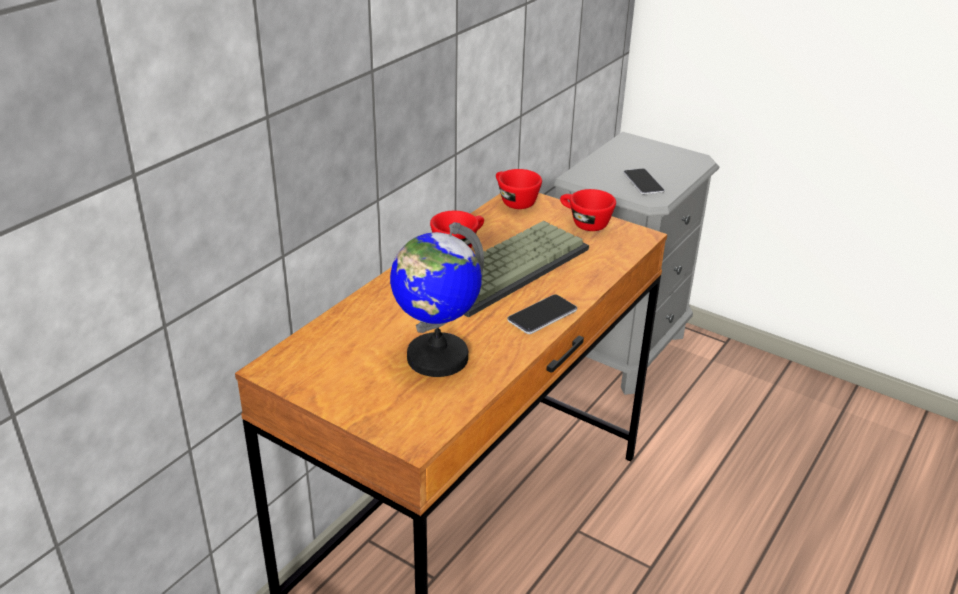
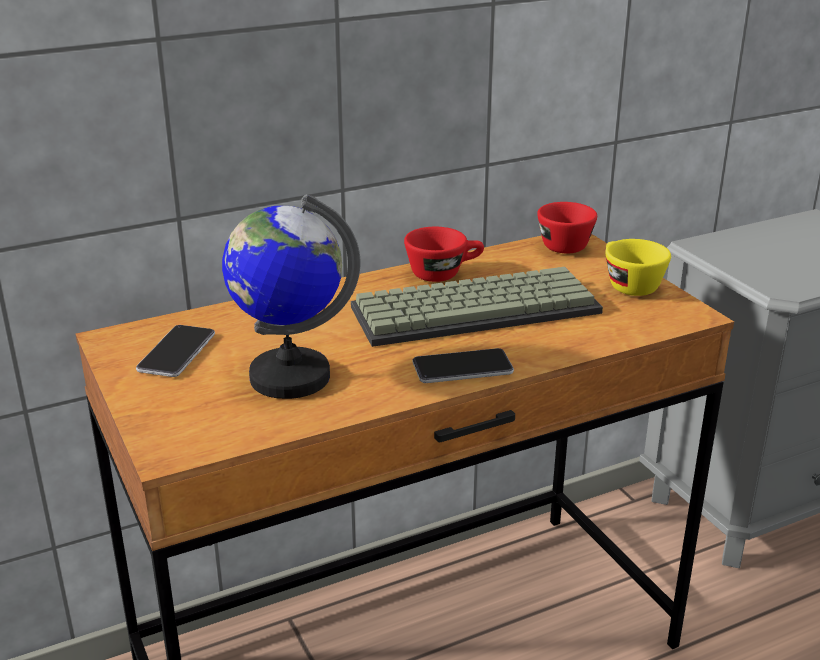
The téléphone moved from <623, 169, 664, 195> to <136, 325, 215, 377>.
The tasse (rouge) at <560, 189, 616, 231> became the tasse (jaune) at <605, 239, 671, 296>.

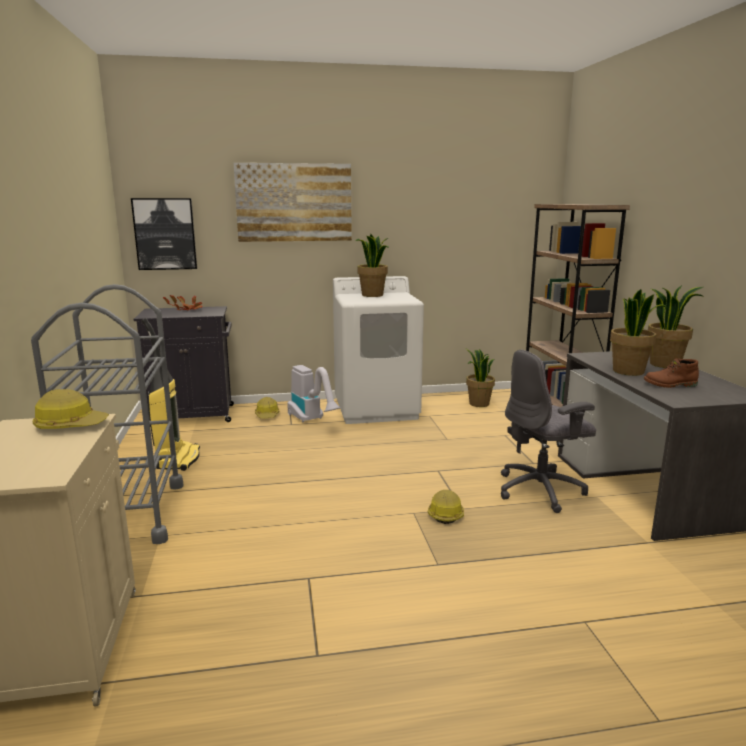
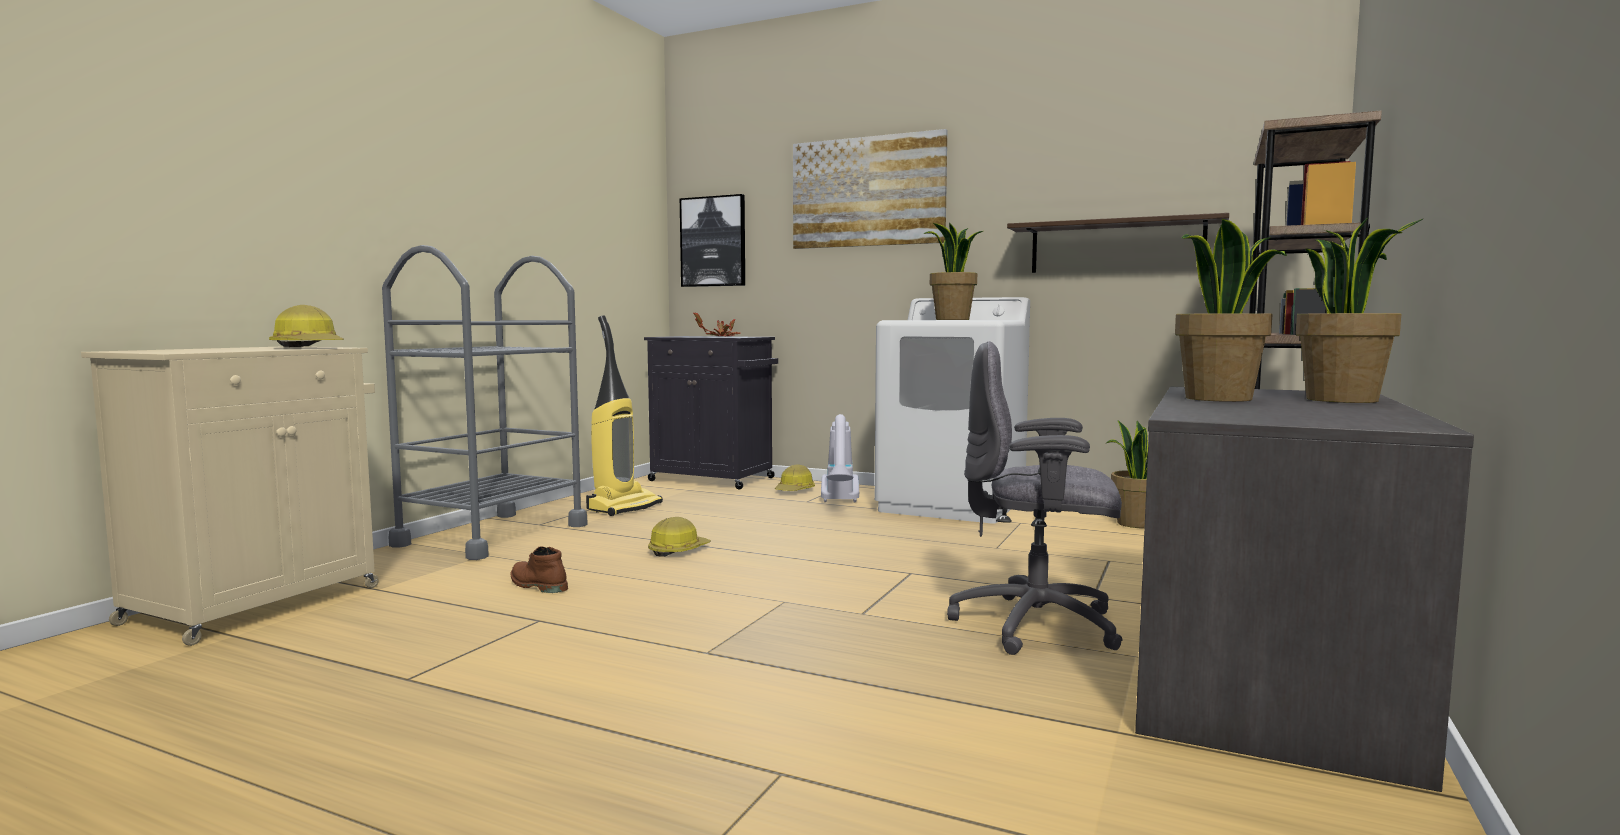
The botte (marron) moved from <644, 358, 699, 388> to <511, 546, 568, 593>.
The casque de chantier moved from <428, 490, 464, 524> to <648, 517, 711, 557>.
The étagère at <1007, 213, 1229, 273> appeared.

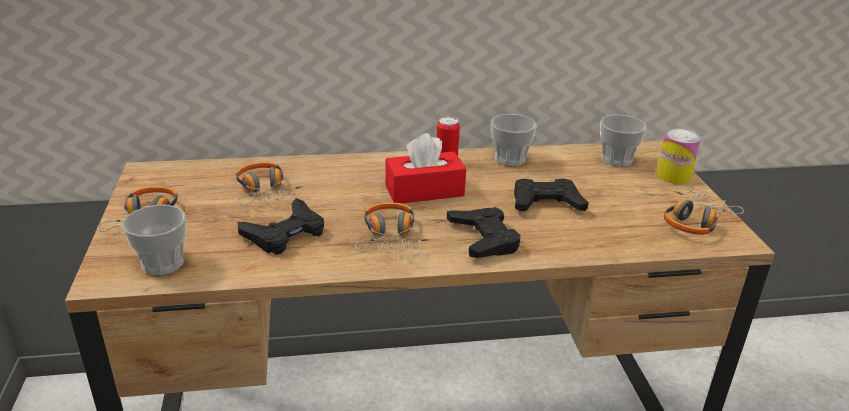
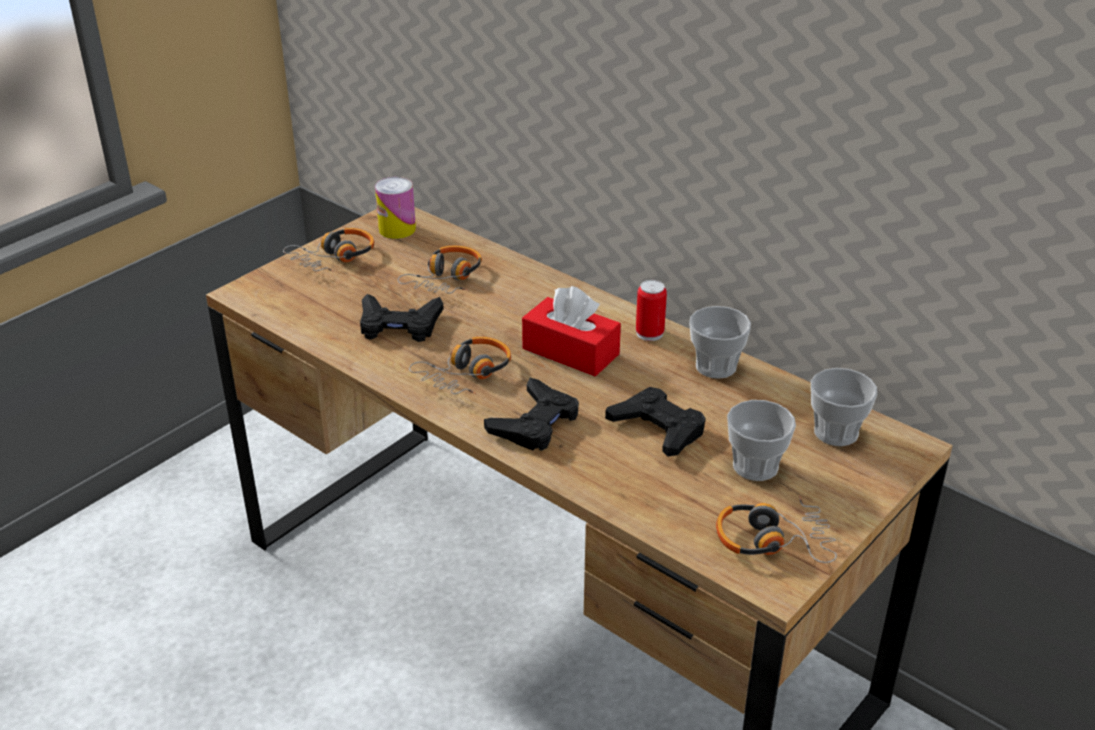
The boîte métallique moved from <656, 128, 701, 184> to <375, 177, 416, 239>.
The tasse moved from <122, 205, 186, 275> to <727, 400, 796, 481>.

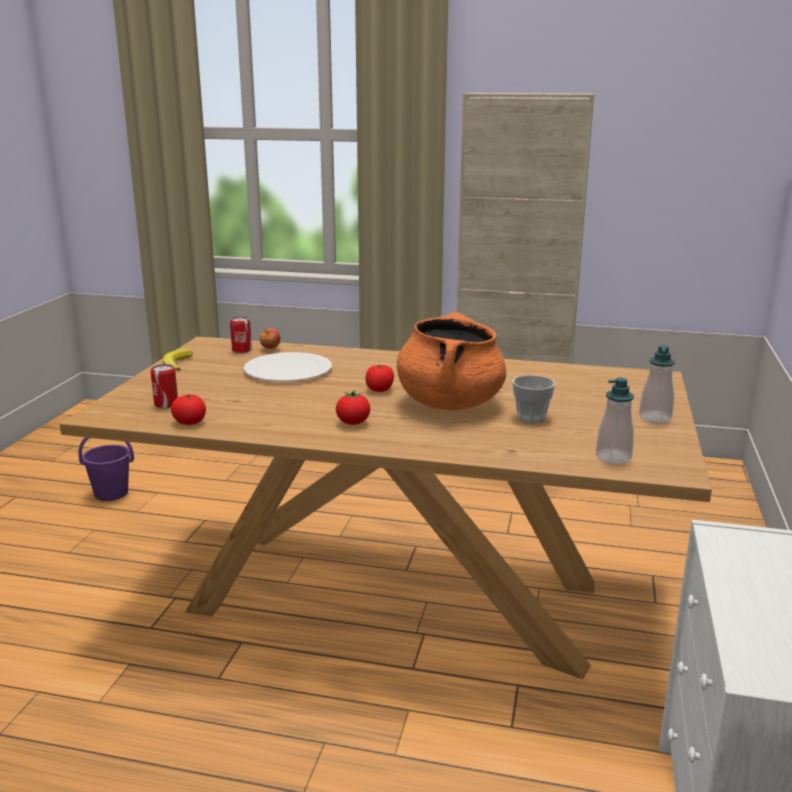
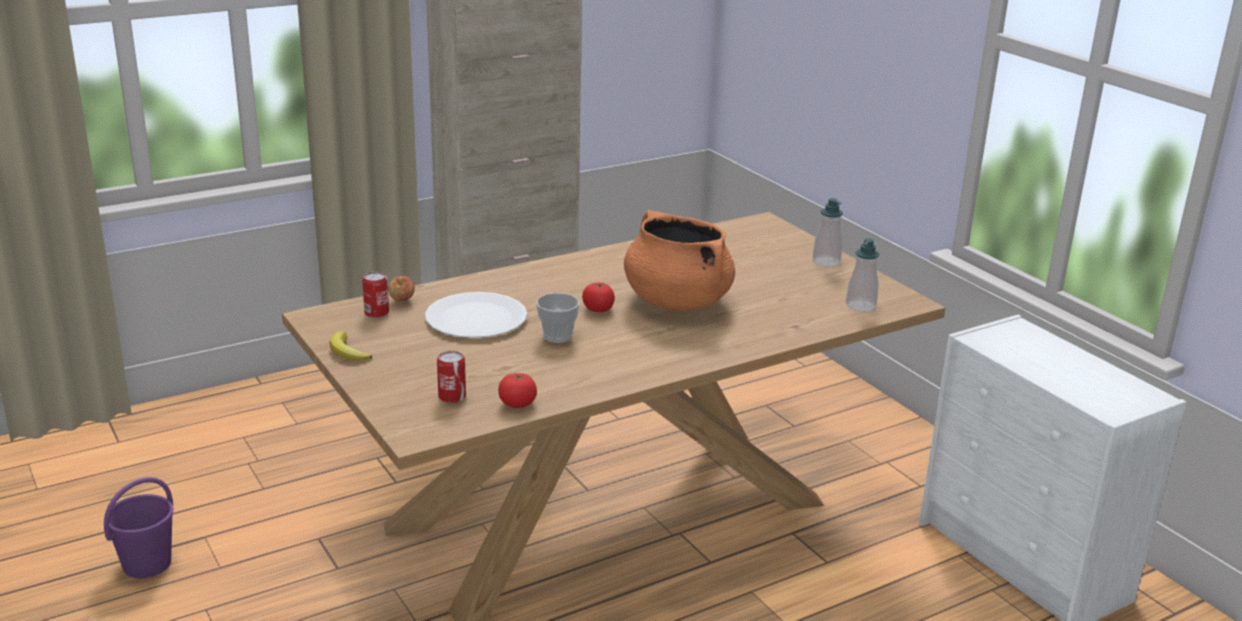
The tasse moved from <512, 375, 555, 422> to <536, 293, 579, 343>.
The tomate at <336, 390, 370, 425> disappeared.

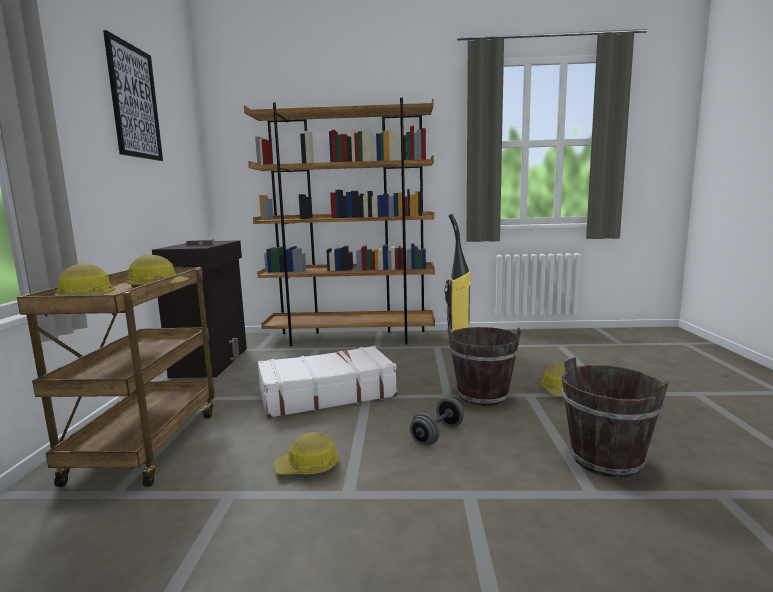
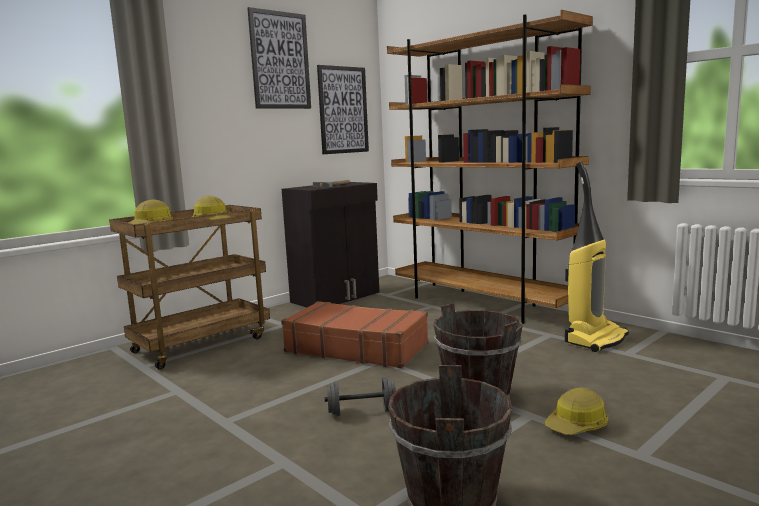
The valise (blanc) at <258, 346, 397, 418> became the valise (marron) at <281, 301, 428, 368>.
The tableau at <317, 65, 369, 154> appeared.
The casque de chantier at <274, 432, 339, 475> disappeared.

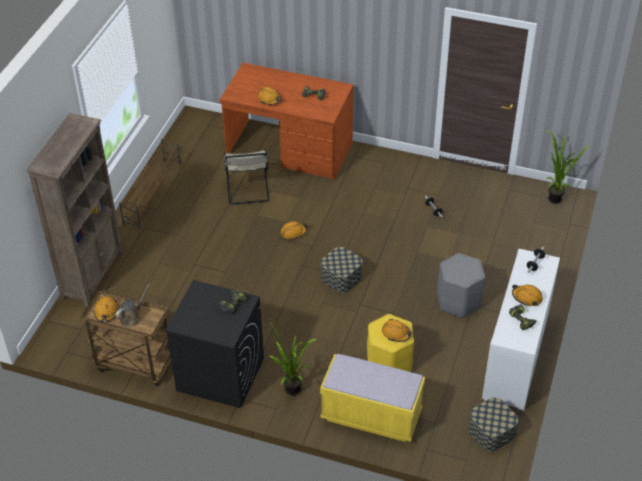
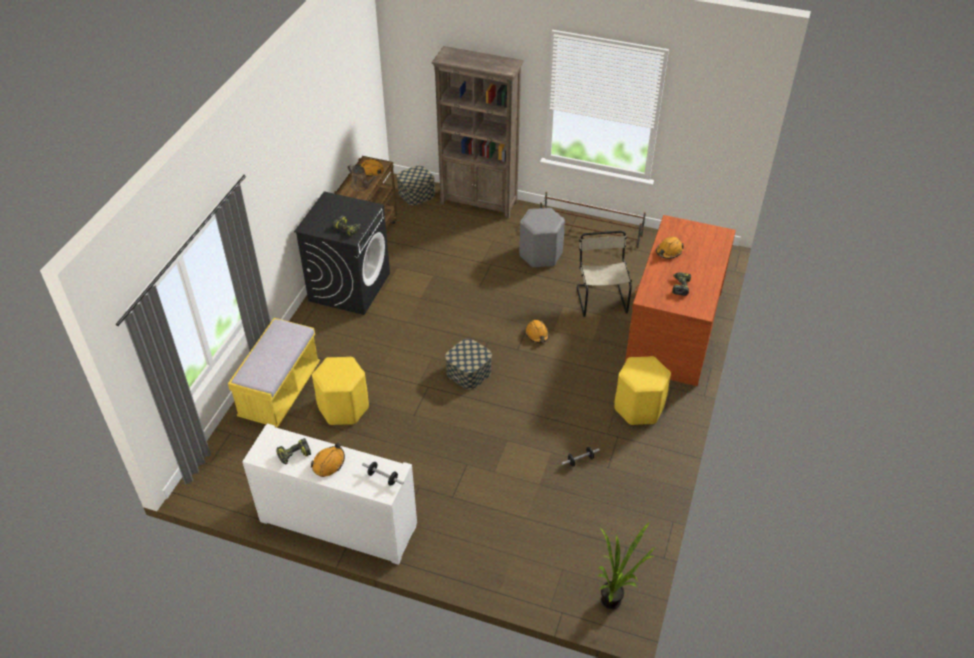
The boîte de rangement moved from <468, 398, 518, 452> to <397, 166, 435, 205>.
The tabouret (gris) moved from <437, 253, 485, 318> to <519, 208, 565, 268>.
The chaise (beige) at <224, 149, 270, 205> turned 90 degrees clockwise.
The tabouret (jaune) at <614, 356, 671, 425> appeared.
The plante en pot at <269, 322, 317, 396> disappeared.
The casque de chantier (orange) at <382, 319, 412, 342> disappeared.

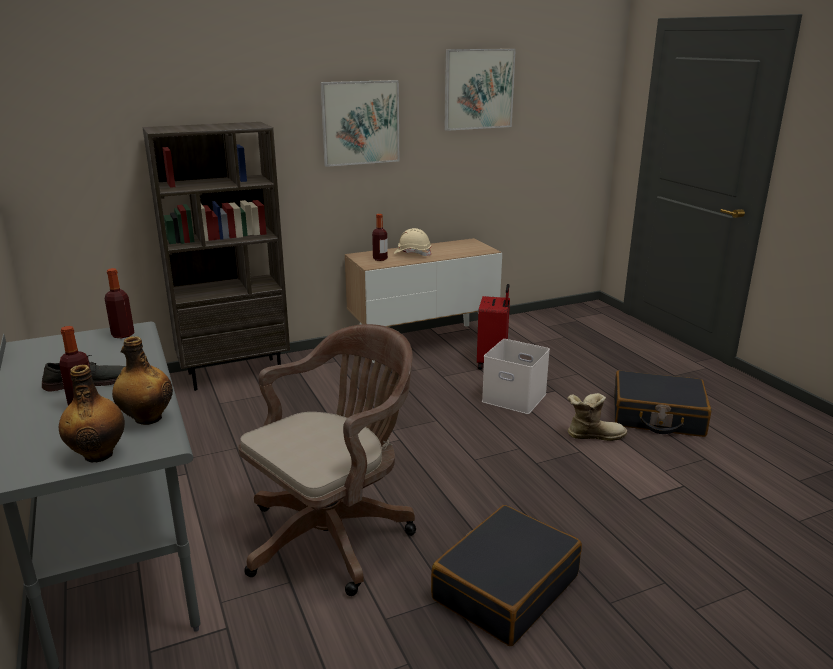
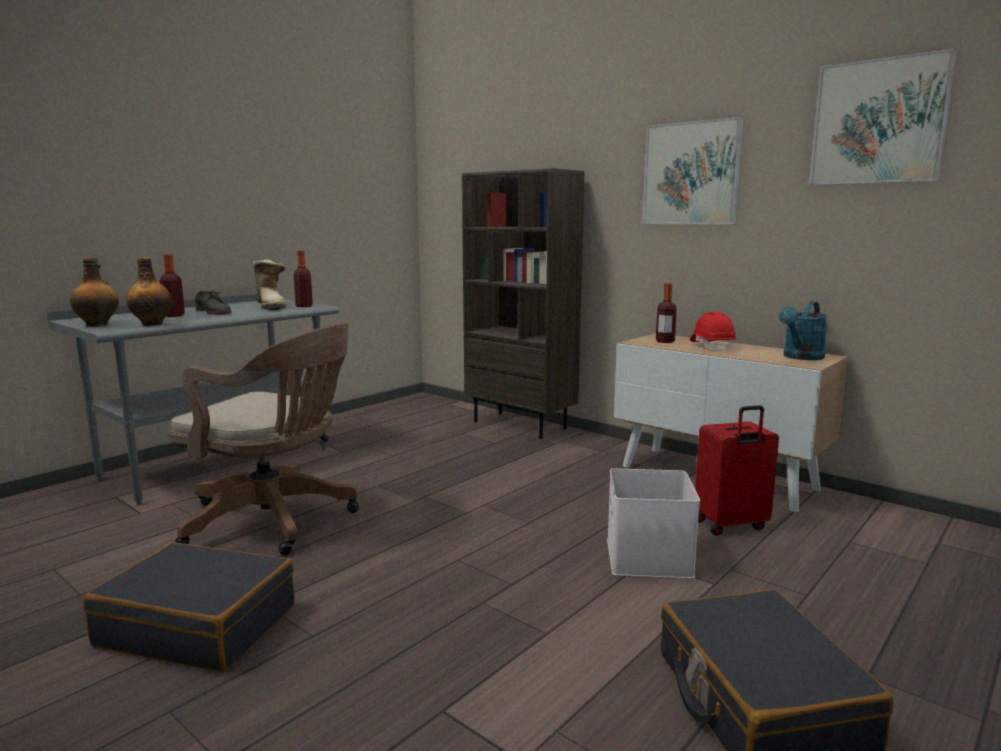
The botte moved from <567, 393, 627, 441> to <253, 260, 287, 310>.
The casque de chantier (beige) at <393, 228, 431, 256> became the casque de chantier (rouge) at <690, 312, 736, 352>.
The arrosoir (turquoise) at <779, 301, 828, 360> appeared.

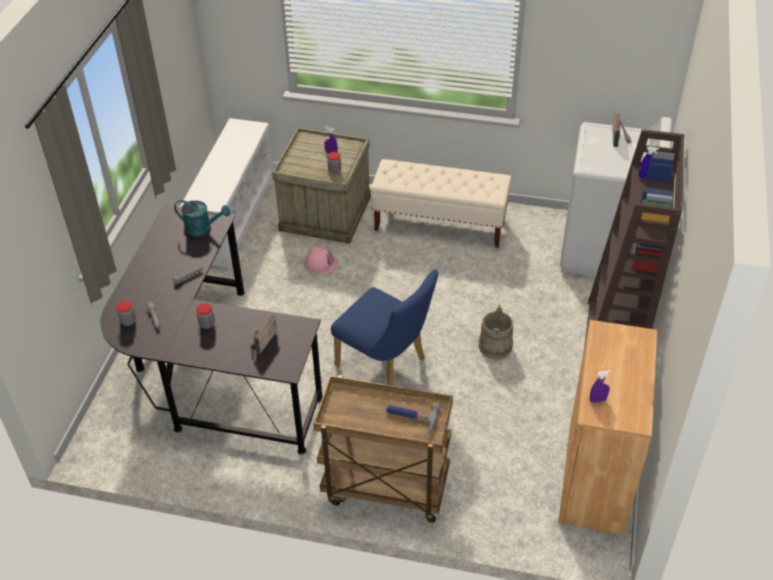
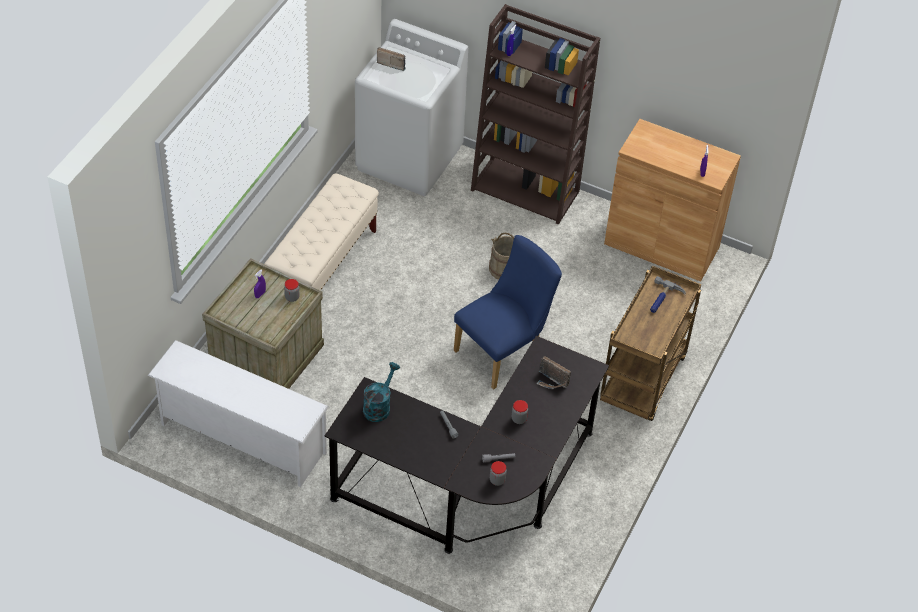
The casque de chantier (rose) at <304, 246, 338, 274> disappeared.

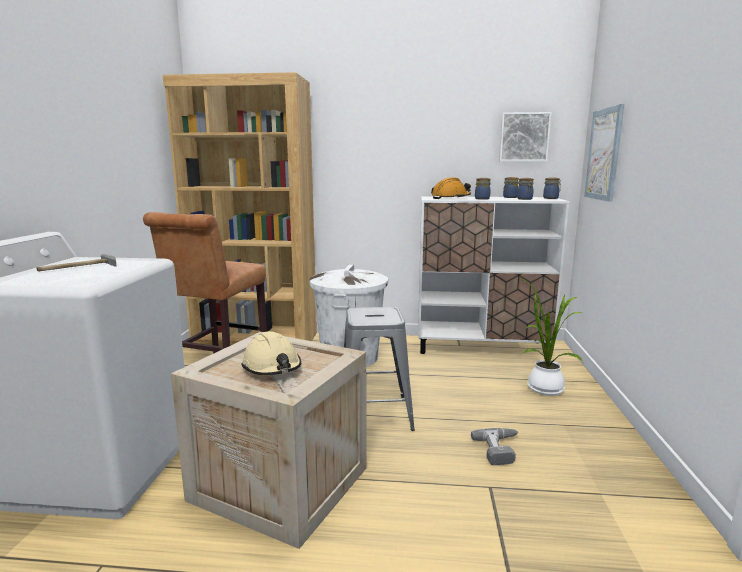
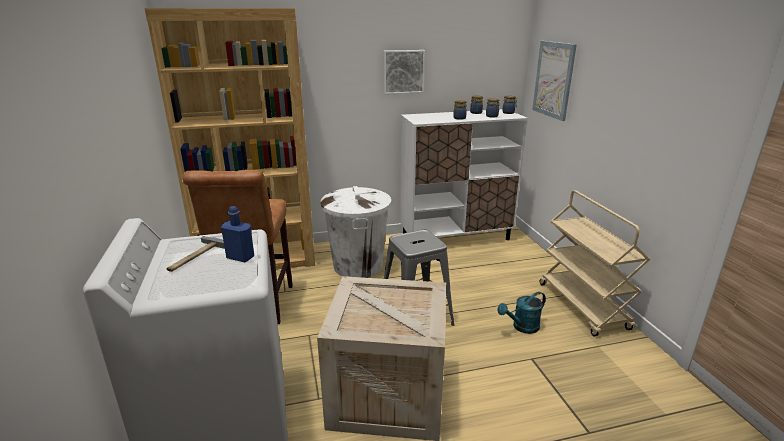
The bouteille (bleu) at <221, 206, 254, 262> appeared.
The tableau moved from <499, 112, 552, 161> to <383, 50, 425, 95>.
The perceuse at <471, 428, 519, 465> was replaced by the arrosoir (turquoise) at <497, 292, 546, 334>.
The chariot (beige) at <540, 190, 650, 337> appeared.
The casque de chantier (beige) at <242, 331, 301, 375> disappeared.
The casque de chantier (orange) at <431, 177, 471, 199> disappeared.
The plante en pot at <519, 278, 583, 396> disappeared.

